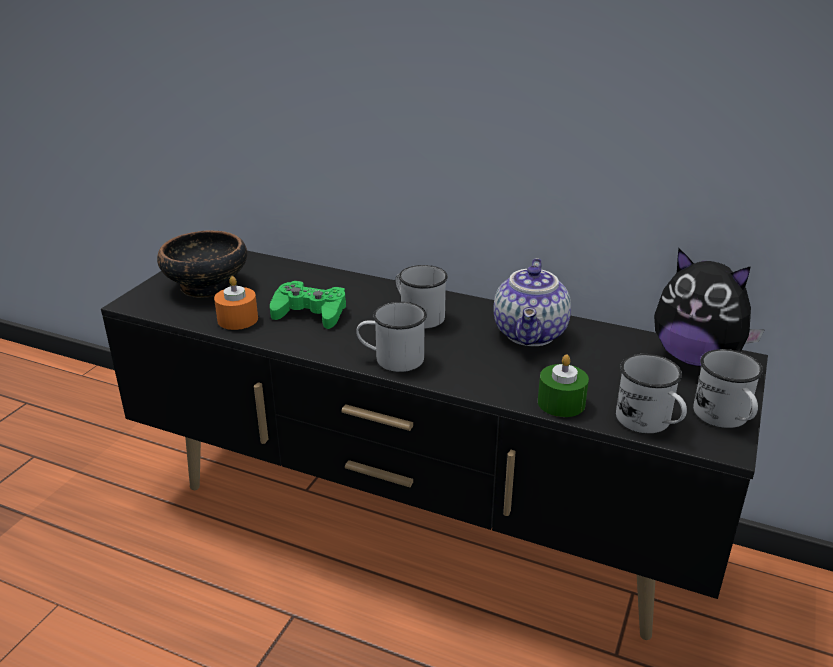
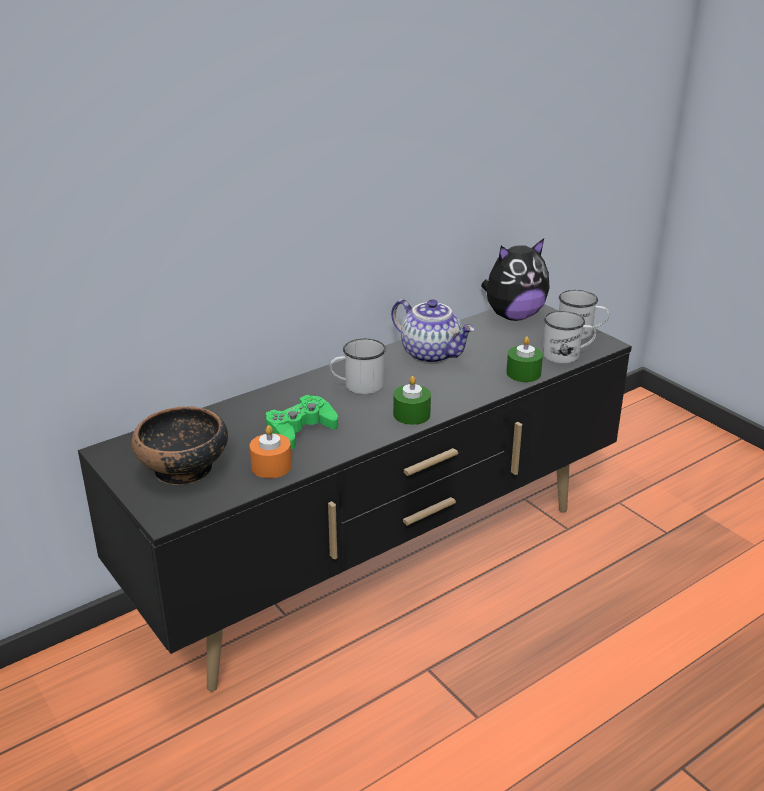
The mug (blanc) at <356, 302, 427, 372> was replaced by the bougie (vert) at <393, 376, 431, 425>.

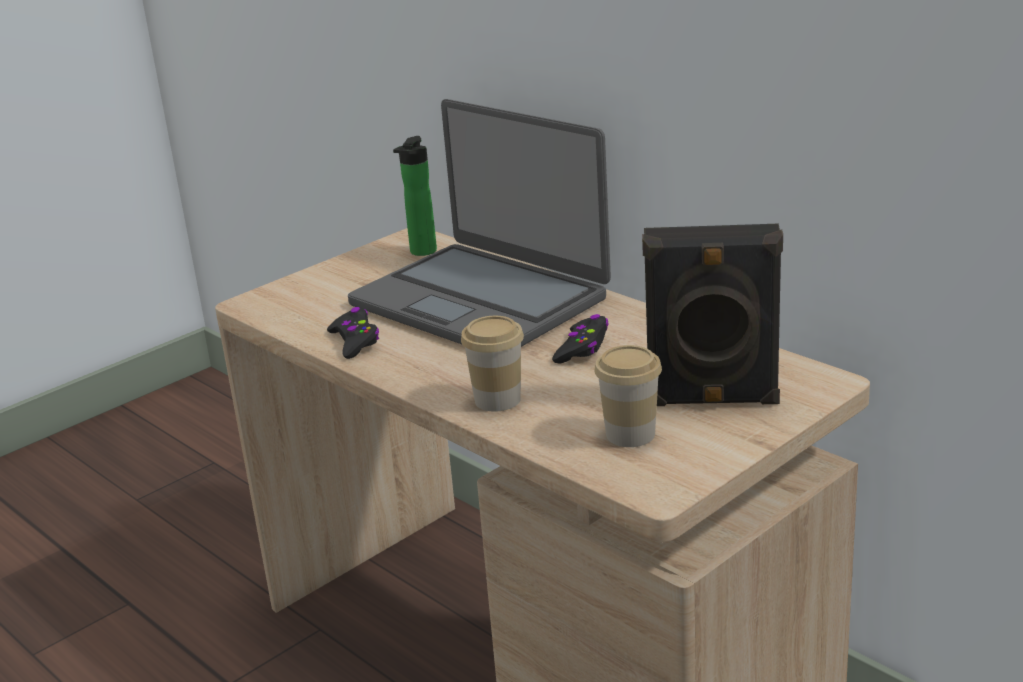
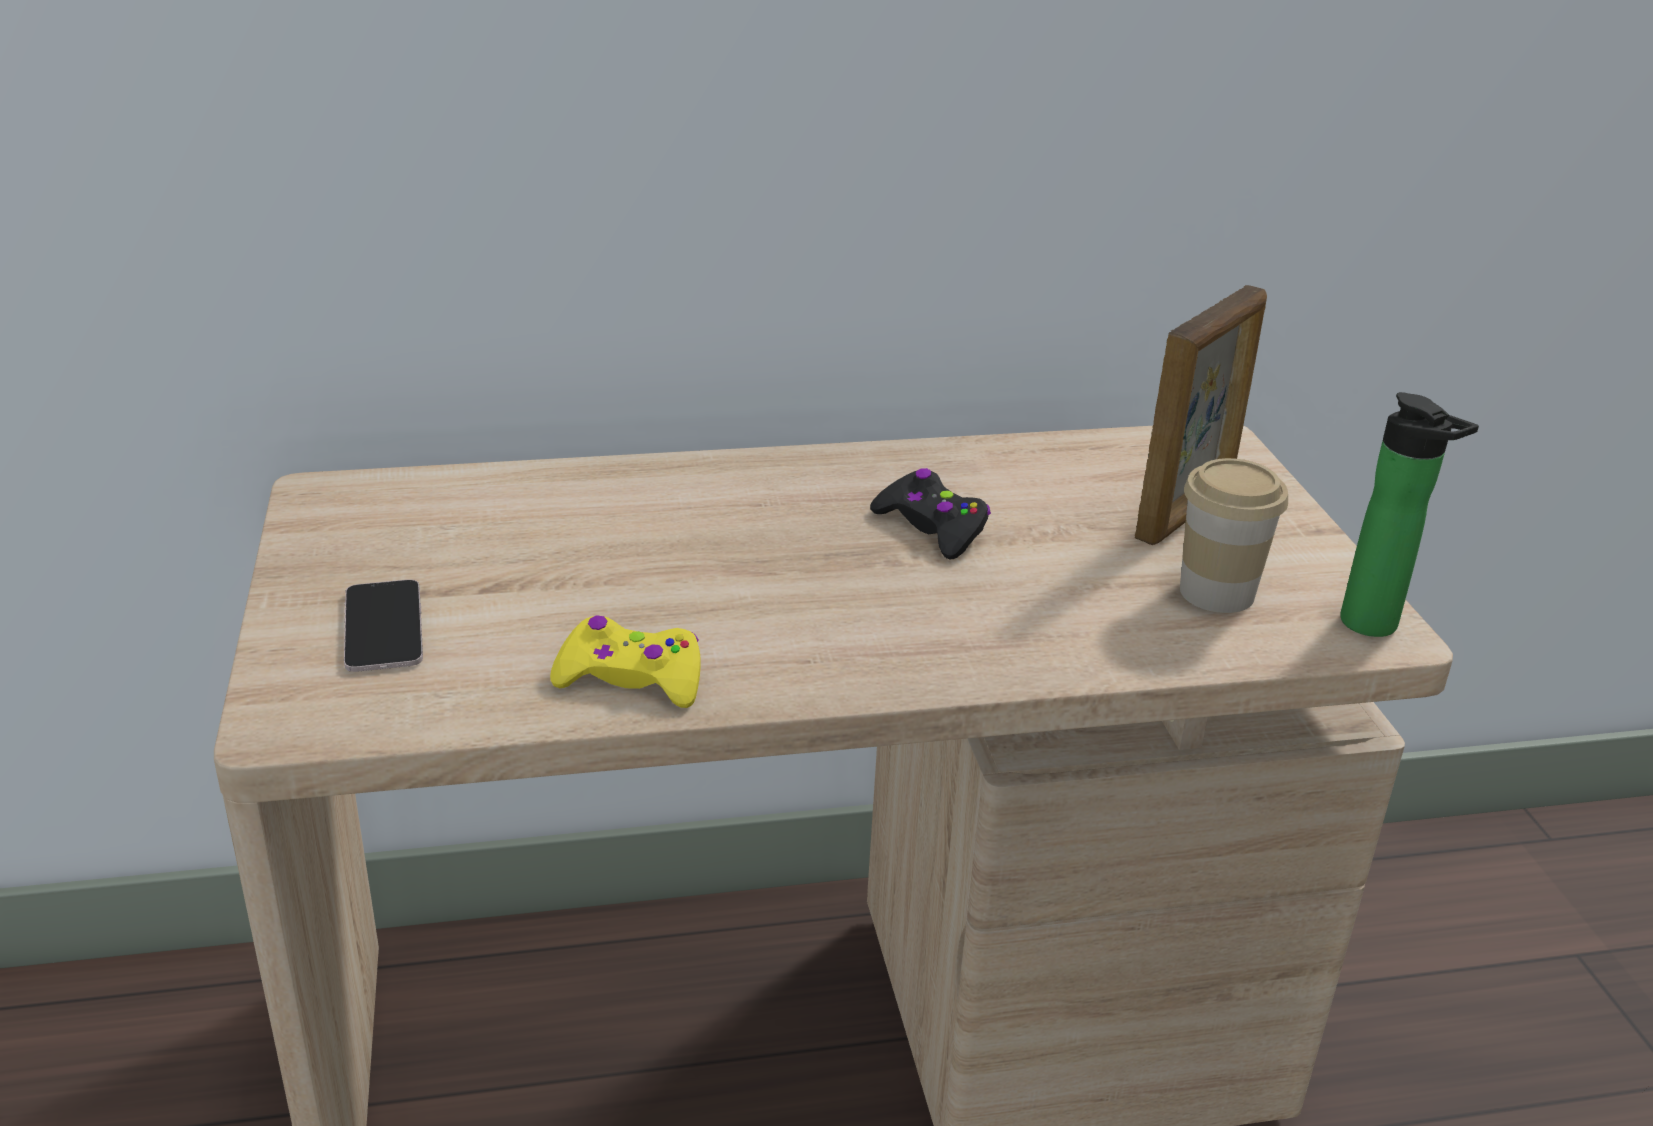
The téléphone at <344, 579, 423, 672> appeared.
The manette (noir) at <327, 307, 379, 359> became the manette (jaune) at <550, 615, 701, 708>.
The enceinte (noir) at <642, 223, 783, 406> was replaced by the cadre photo at <1135, 285, 1267, 545>.
The bouteille moved from <393, 136, 437, 256> to <1340, 392, 1479, 637>.
The ordinateur portable at <348, 99, 611, 347> disappeared.
The tasse at <461, 316, 524, 412> disappeared.

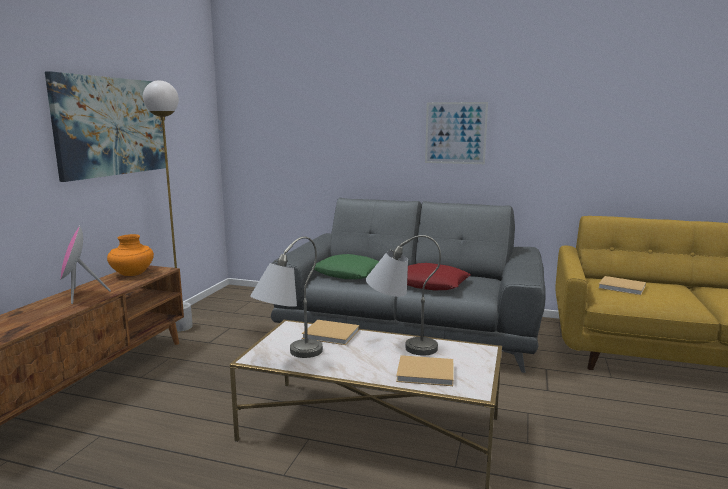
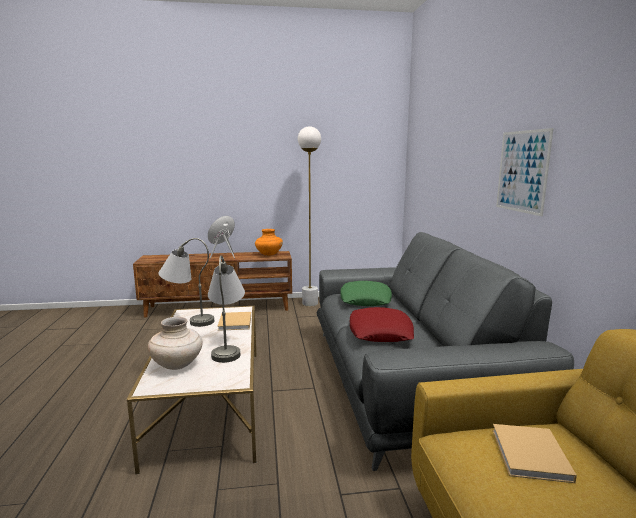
The livre (beige) at <396, 355, 454, 386> was replaced by the vase (beige) at <148, 317, 202, 370>.
The tableau at <45, 71, 166, 182> disappeared.

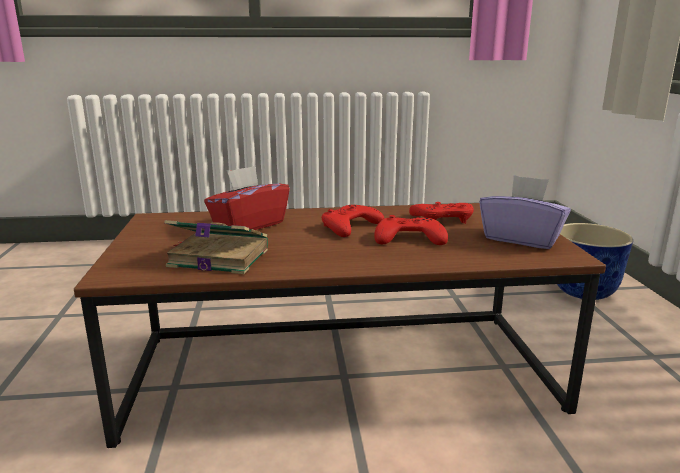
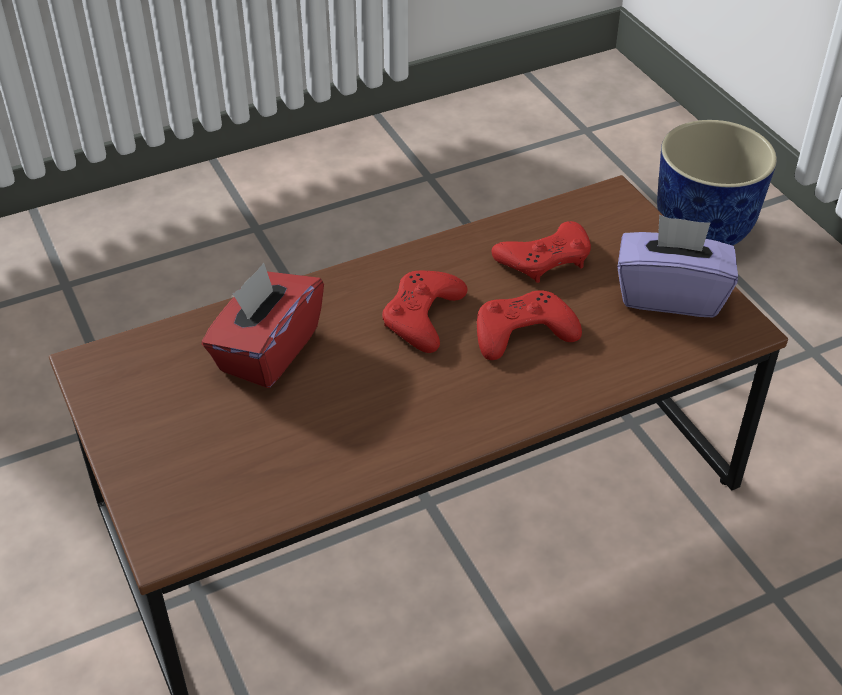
The livre at <164, 220, 268, 274> disappeared.

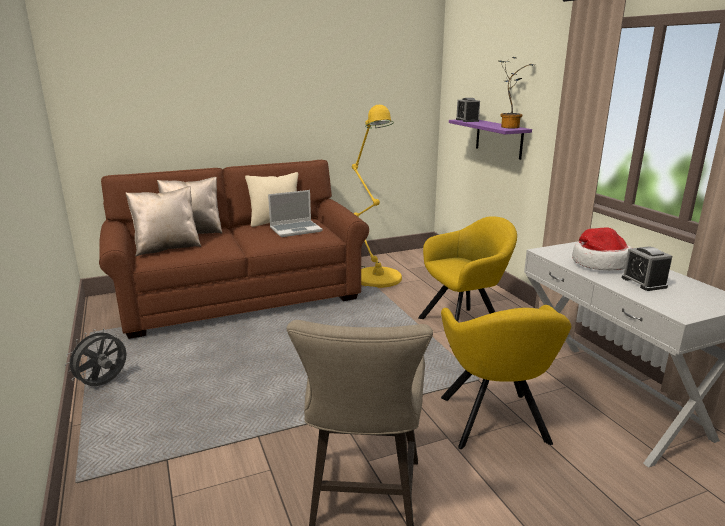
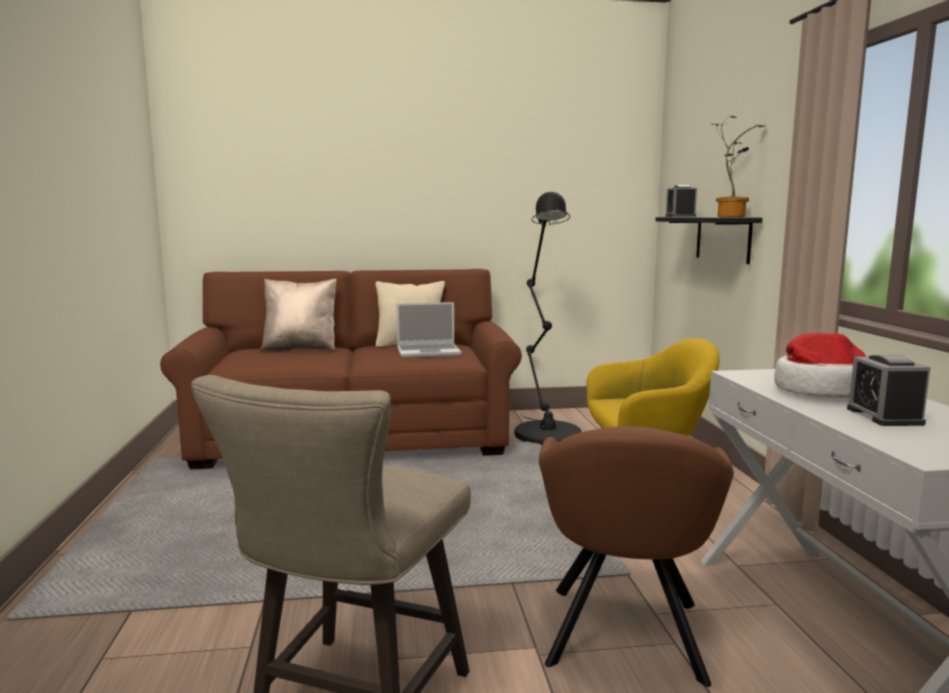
The lampadaire (jaune) at <352, 105, 402, 288> became the lampadaire (noir) at <514, 192, 582, 445>.
The fauteuil (jaune) at <441, 305, 571, 449> became the fauteuil (marron) at <539, 426, 734, 687>.
The étagère (violet) at <449, 120, 532, 160> became the étagère (noir) at <655, 217, 762, 264>.
The ventilateur (gris) at <65, 329, 127, 386> disappeared.
The coussin (beige) at <125, 186, 202, 256> disappeared.

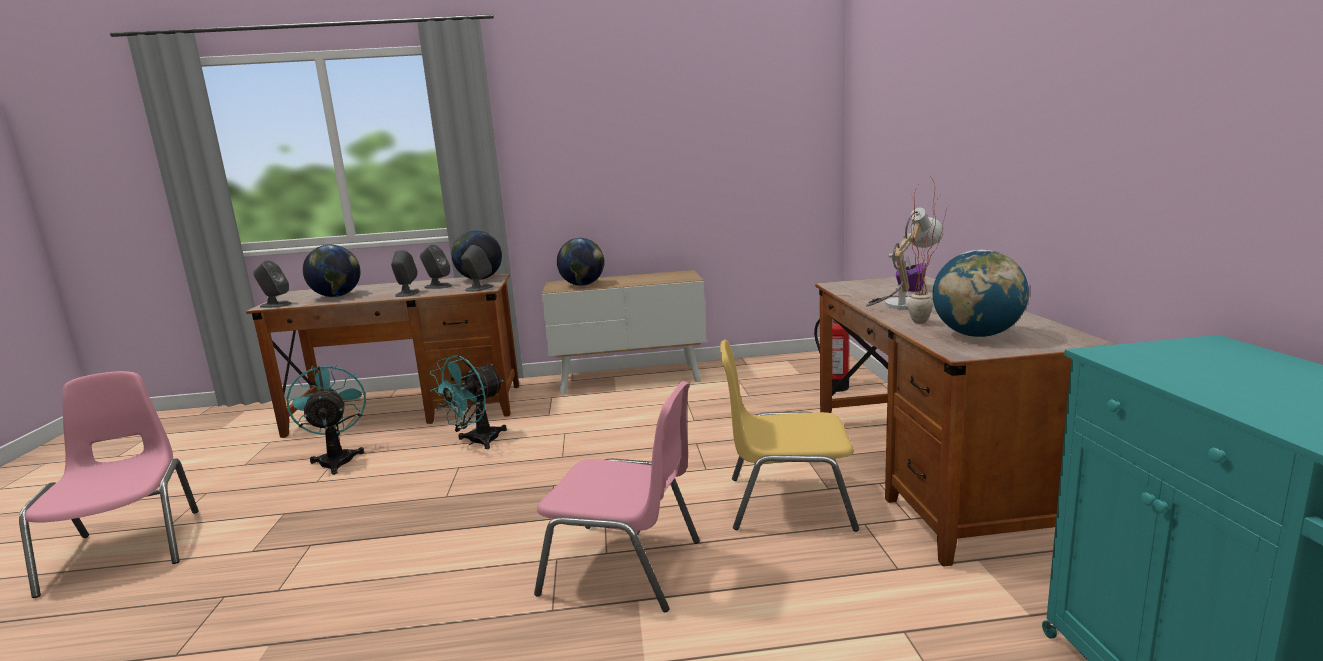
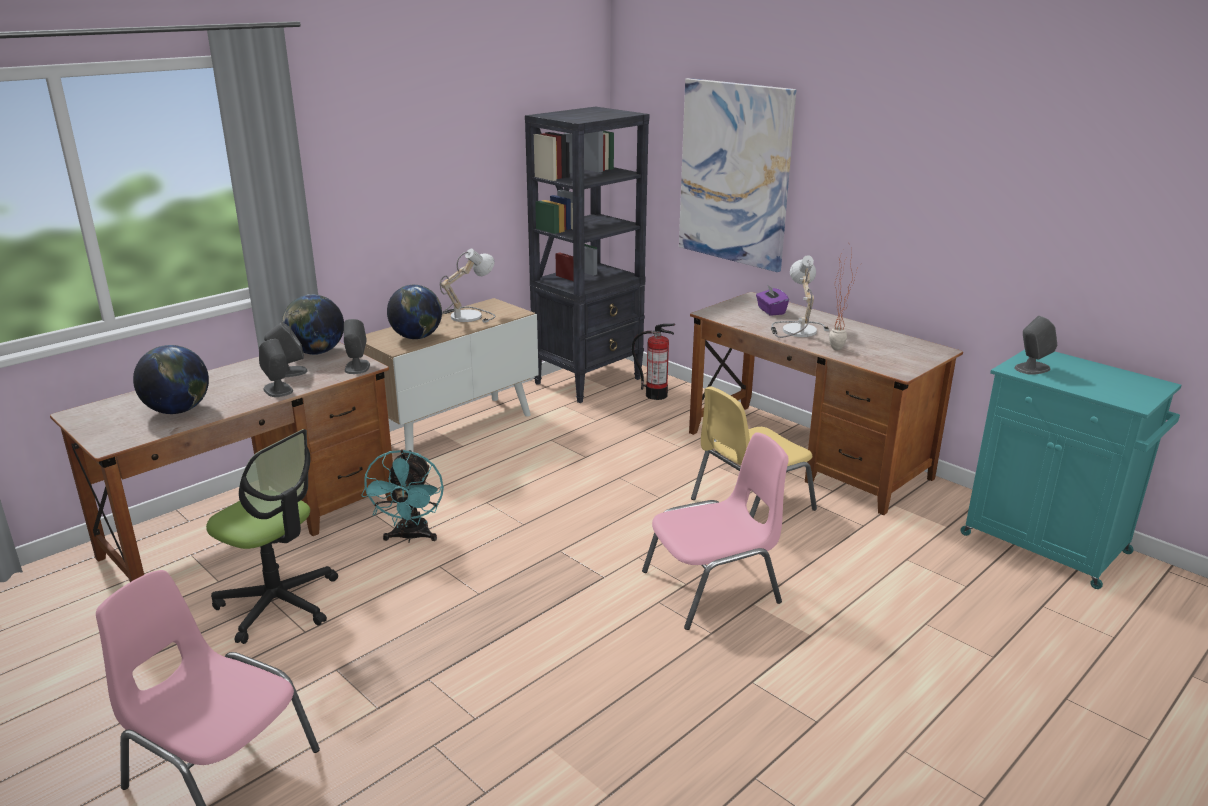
The ventilateur (turquoise) at <286, 363, 366, 475> was replaced by the chaise de bureau at <206, 429, 338, 644>.
The lampe de table at <440, 249, 496, 323> appeared.
The bibliothèque (noir) at <525, 107, 649, 403> appeared.
The tableau at <679, 78, 797, 272> appeared.
The enceinte (gris) moved from <253, 260, 292, 308> to <1014, 316, 1057, 375>.
The globe at <933, 250, 1029, 337> disappeared.

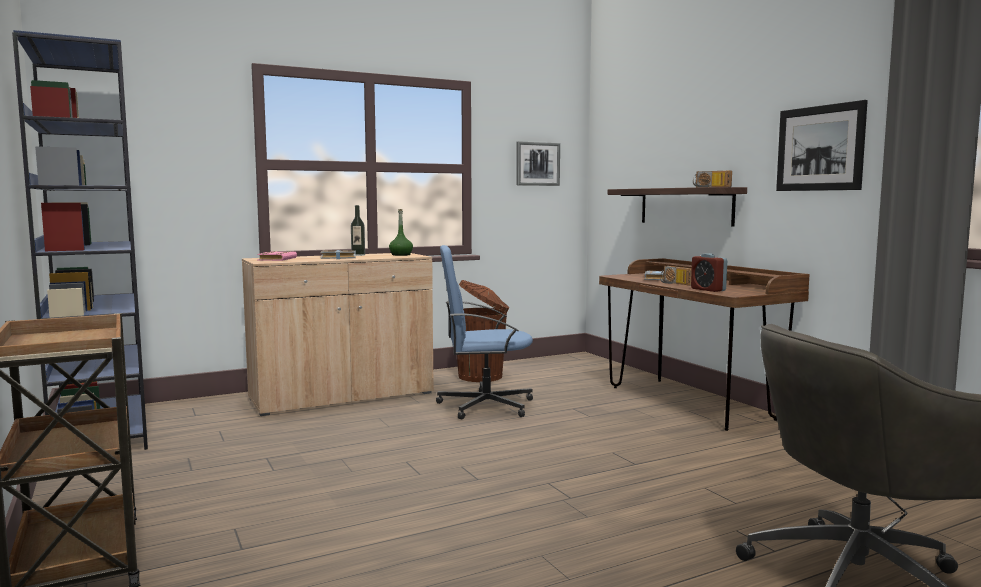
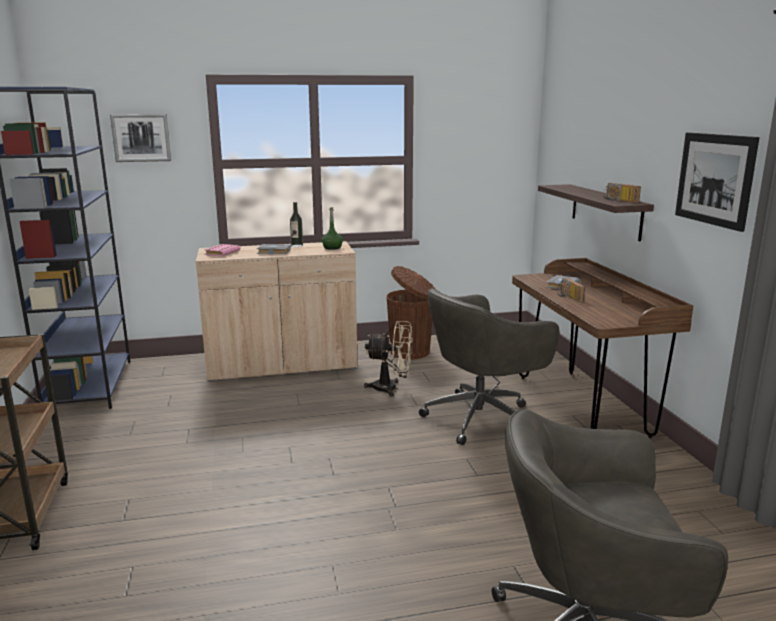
The tableau moved from <516, 141, 560, 186> to <110, 114, 171, 162>.
The chaise de bureau (bleu) at <436, 245, 533, 420> was replaced by the ventilateur (beige) at <364, 321, 412, 397>.
The chaise de bureau (gris) at <419, 288, 559, 445> appeared.
The réveil at <691, 253, 727, 292> disappeared.

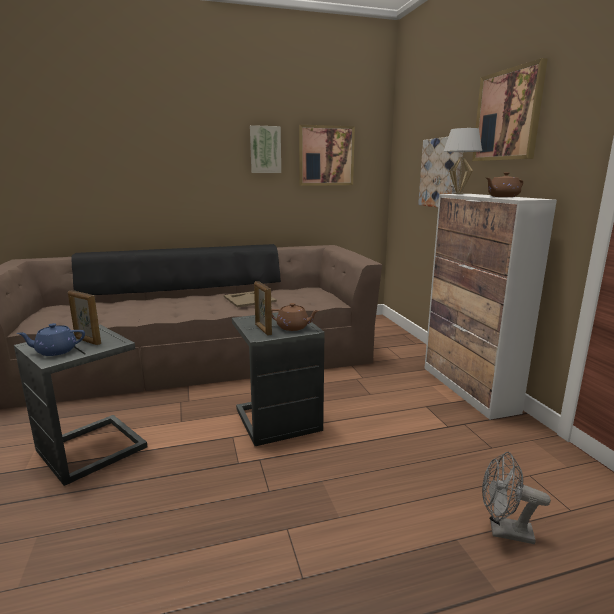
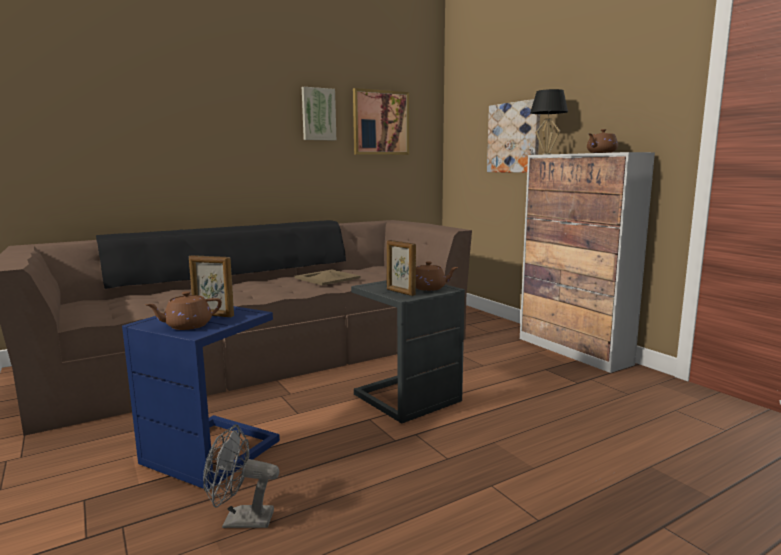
The table d'appoint (gris) at <14, 325, 147, 486> became the table d'appoint (bleu) at <122, 306, 280, 490>.
The théière (bleu) at <17, 323, 85, 356> became the théière (marron) at <145, 291, 222, 330>.
The ventilateur (gris) moved from <482, 452, 551, 544> to <203, 424, 279, 528>.
The lampe de table (blanc) at <443, 128, 482, 194> became the lampe de table (noir) at <530, 89, 568, 155>.
The tableau at <472, 58, 548, 161> disappeared.

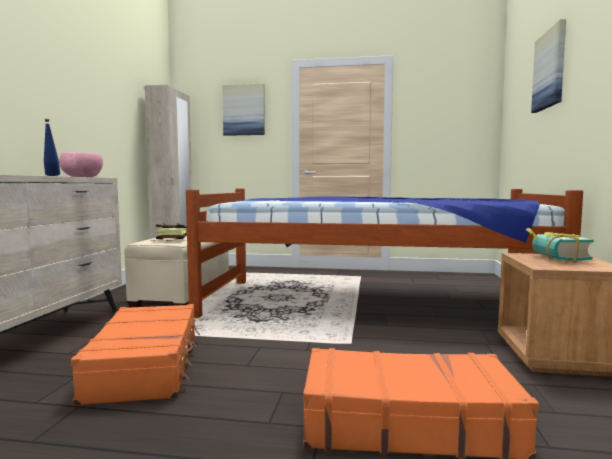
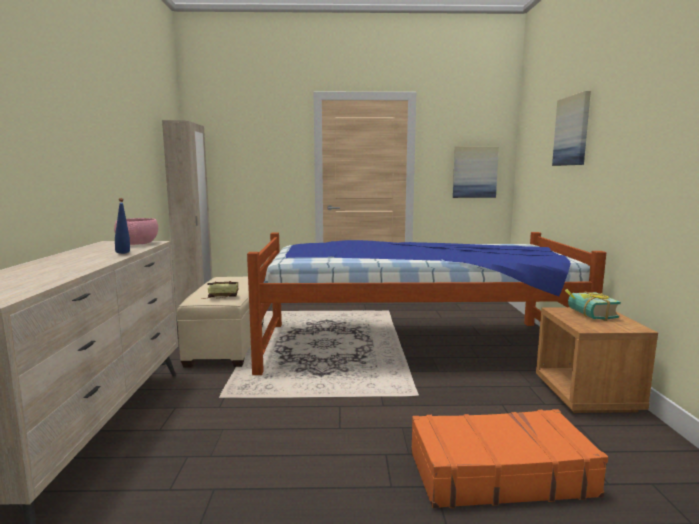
The tableau moved from <222, 83, 265, 136> to <453, 146, 499, 198>.
The valise (orange) at <71, 304, 200, 406> disappeared.

